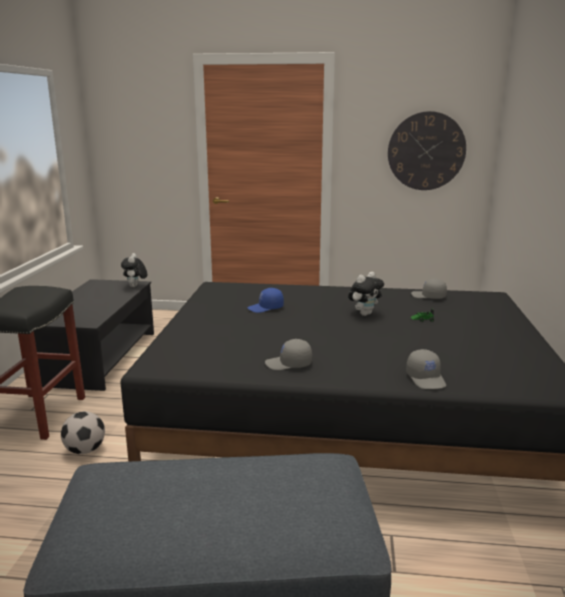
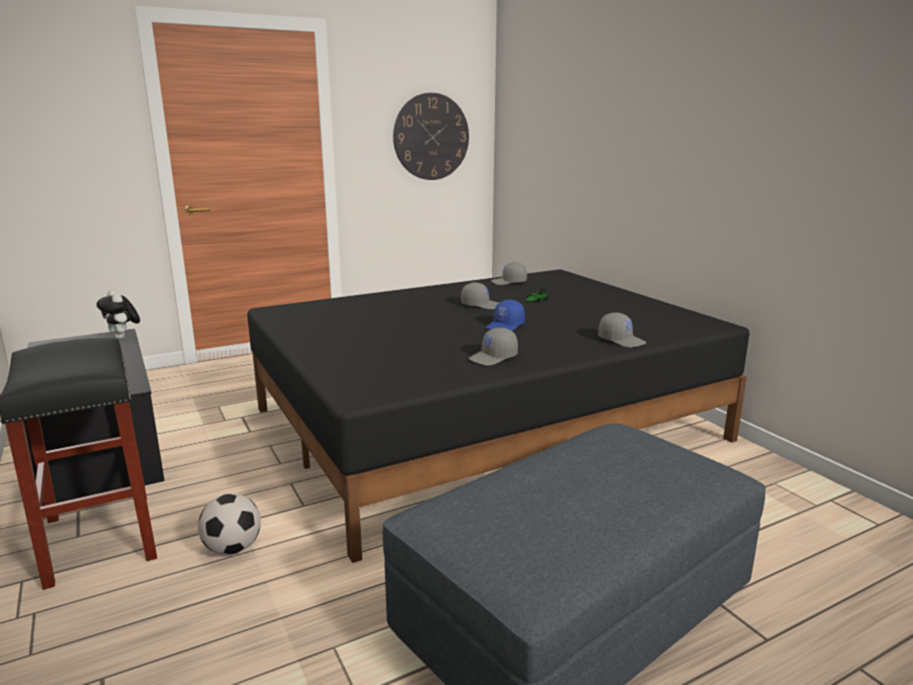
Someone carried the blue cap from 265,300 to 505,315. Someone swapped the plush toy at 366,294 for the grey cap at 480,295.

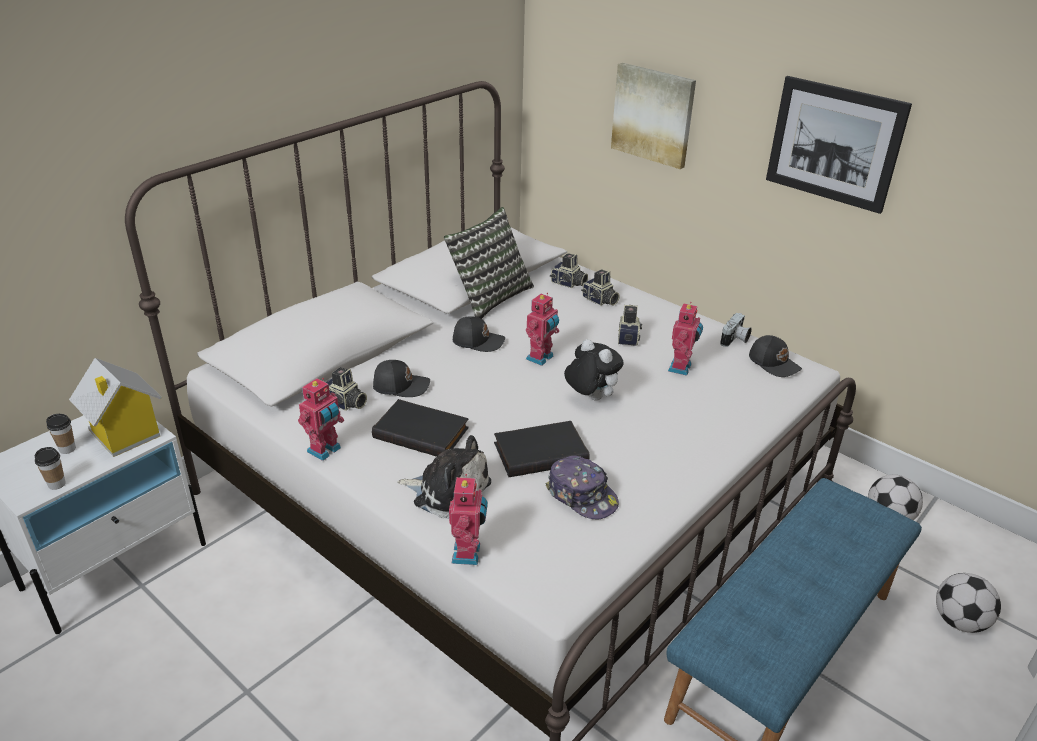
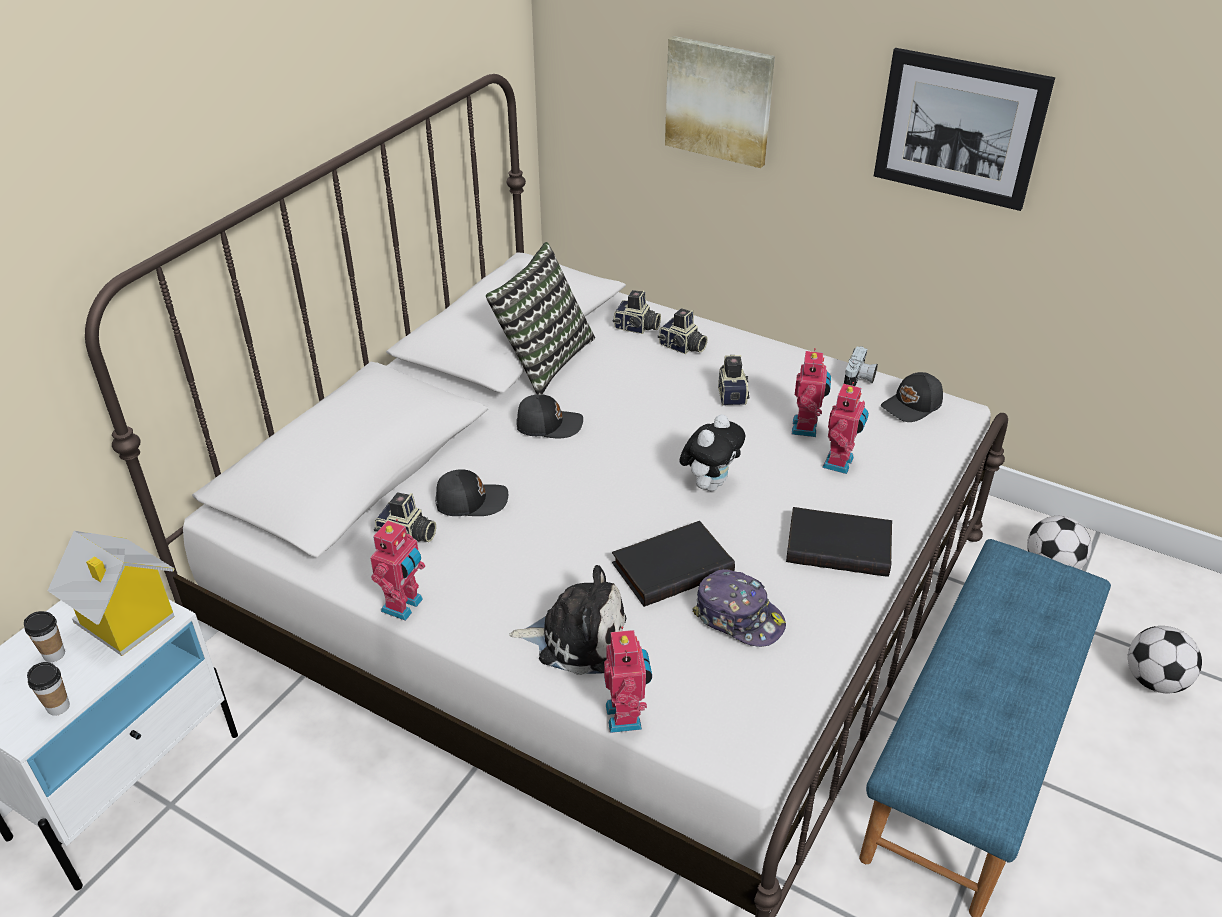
Someone carried the black book from 420,428 to 839,542. Someone carried the toy robot from 542,329 to 845,428. Someone rotated the plush toy at 594,370 by 90 degrees clockwise. Someone rotated the black cap at 775,356 by 105 degrees clockwise.

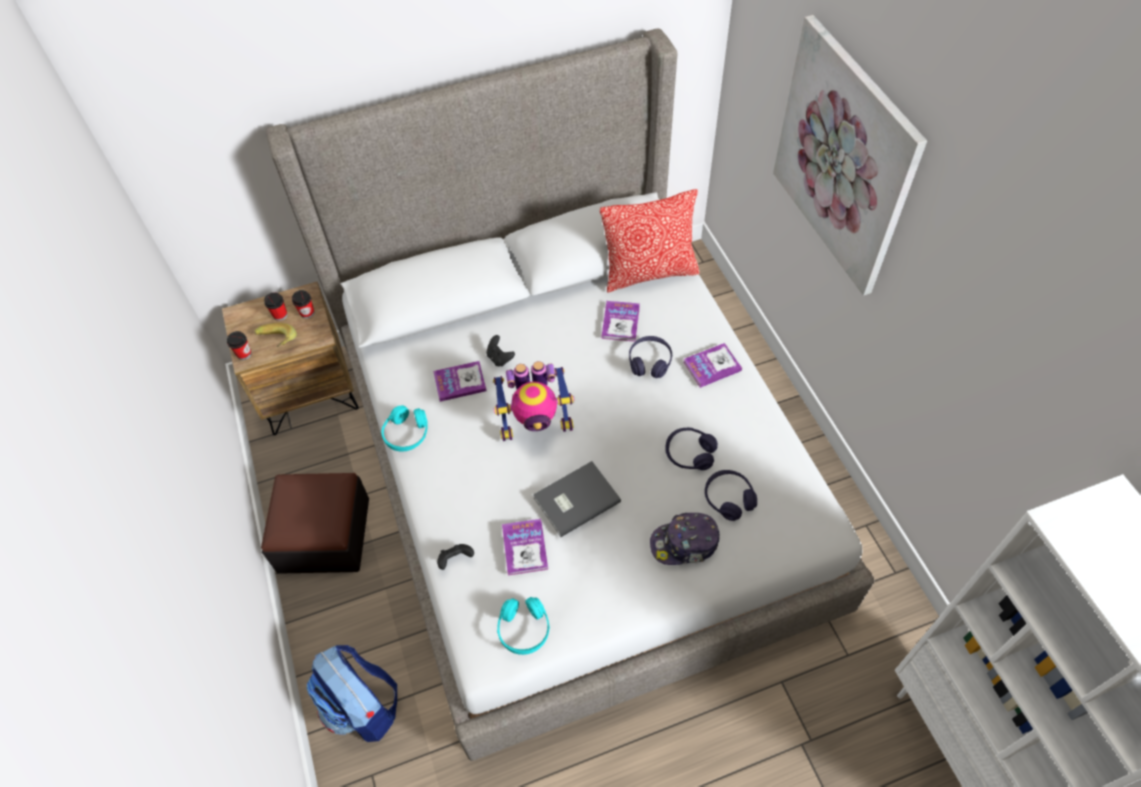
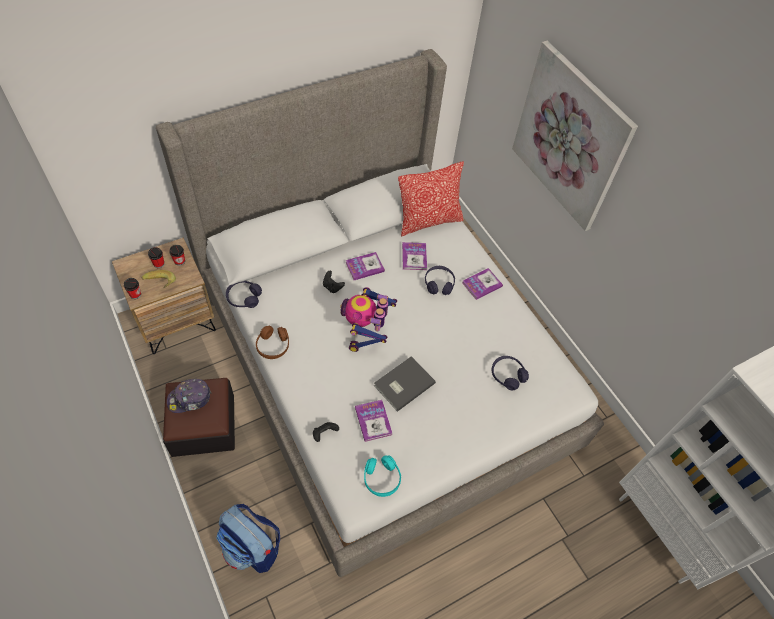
Someone repainted the turquoise headphones at 405,428, which became the brown headphones at 272,342. Someone carried the book from 460,381 to 365,266. Someone rotated the toy robot at 534,401 by 120 degrees clockwise. Someone carried the cap from 684,539 to 189,396. Someone carried the purple headphones from 691,449 to 244,294.

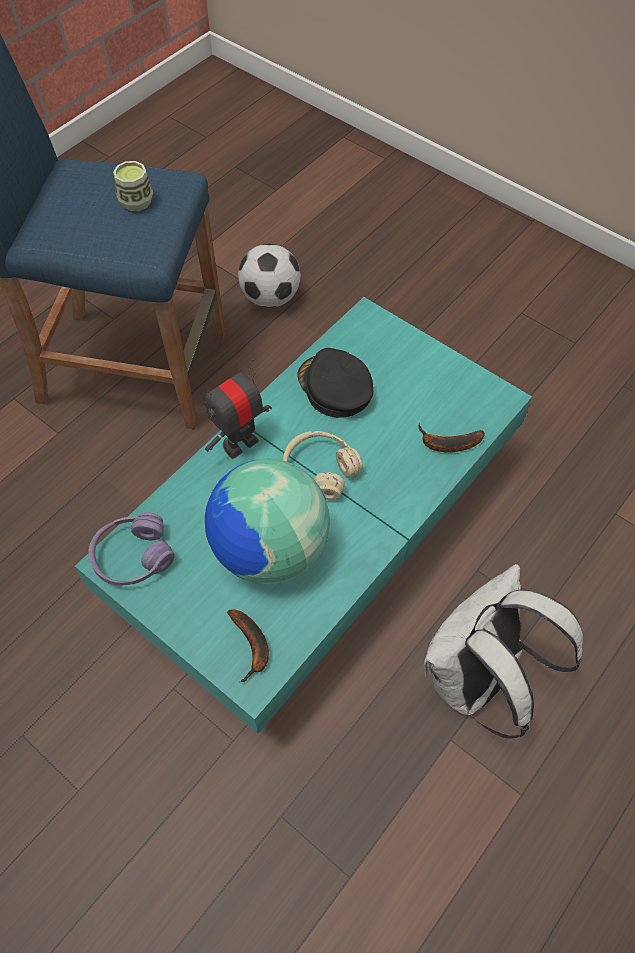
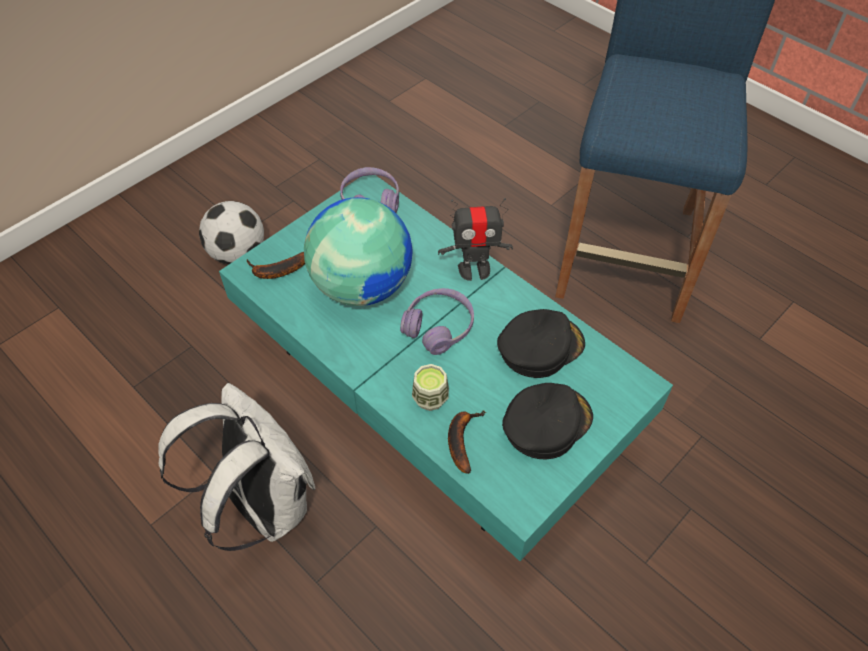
Someone carried the cup from 133,186 to 430,387. Someone rotated the toy robot at 238,409 by 120 degrees clockwise. Someone carried the football from 269,276 to 231,232. Someone repainted the beige headphones at 323,466, which became the purple headphones at 437,321. Someone put down the black cap at 547,421.

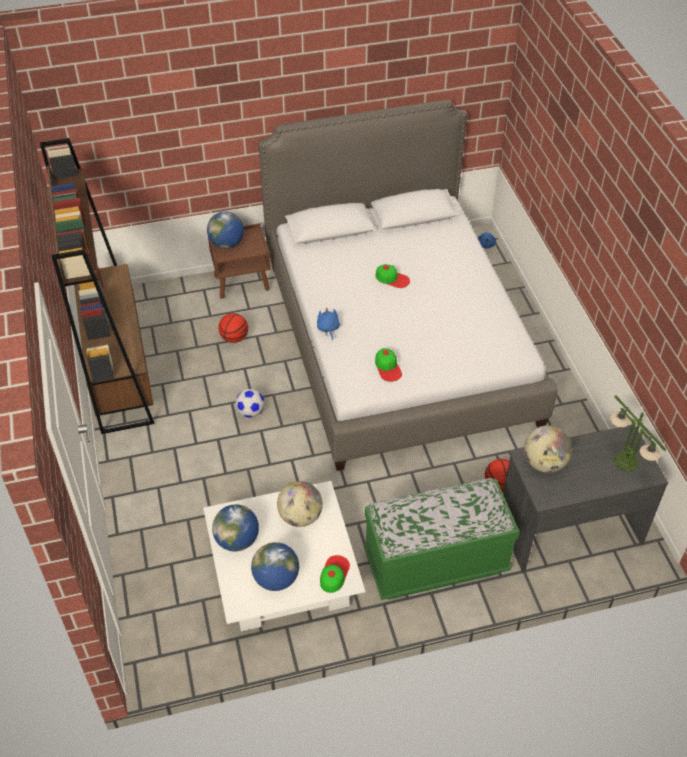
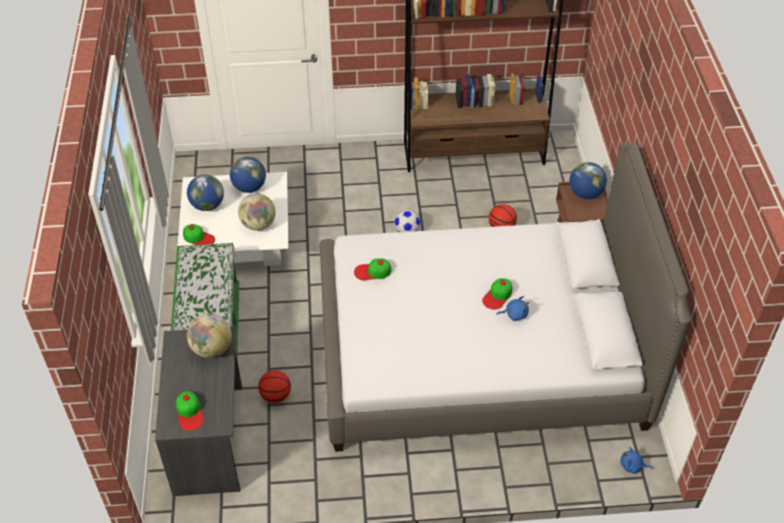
Someone carried the blue plush toy from 328,324 to 512,308. Someone swapped the table lamp at 638,433 for the cap at 190,411.

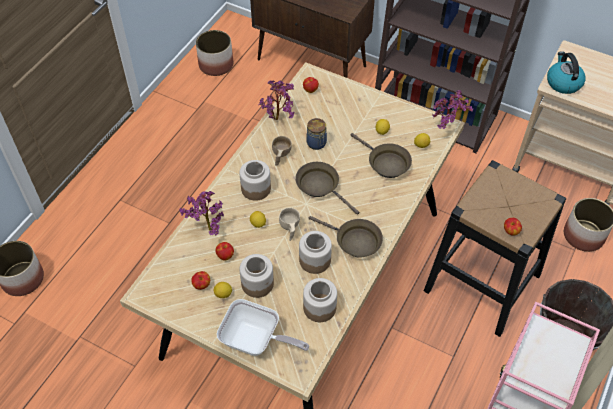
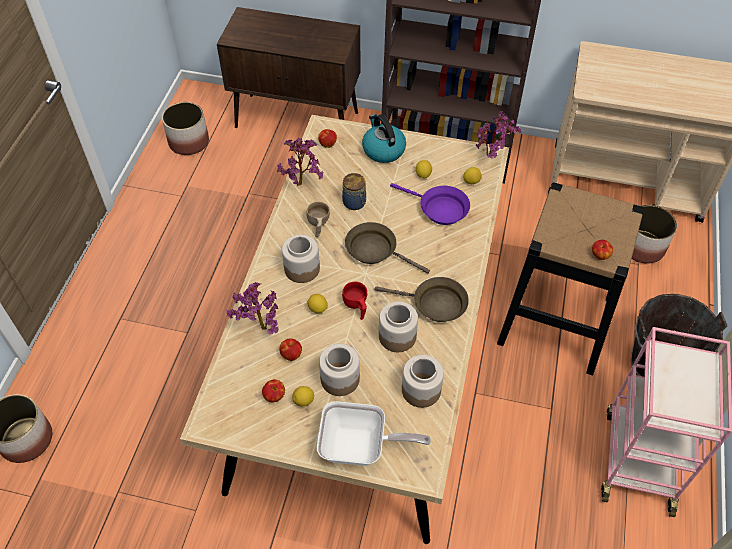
Someone repainted the beige cup at 289,224, which became the red cup at 354,301. Someone repainted the brown frying pan at 381,155, which became the purple frying pan at 430,204. Someone carried the kettle from 566,72 to 384,138.

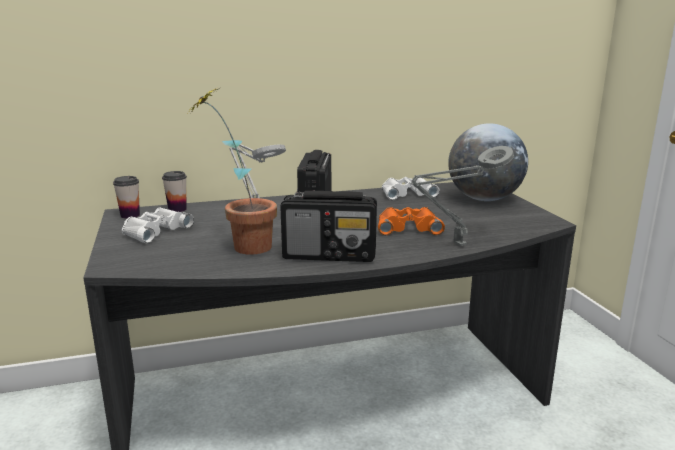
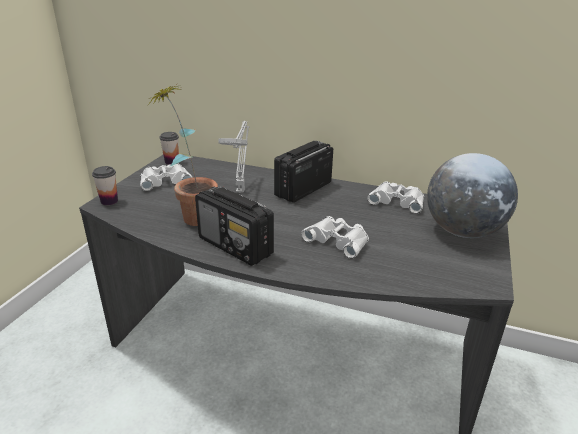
Someone carried the cup from 174,191 to 105,185. Someone repainted the orange binoculars at 411,221, which became the white binoculars at 335,237. Someone took away the grey table lamp at 462,196.

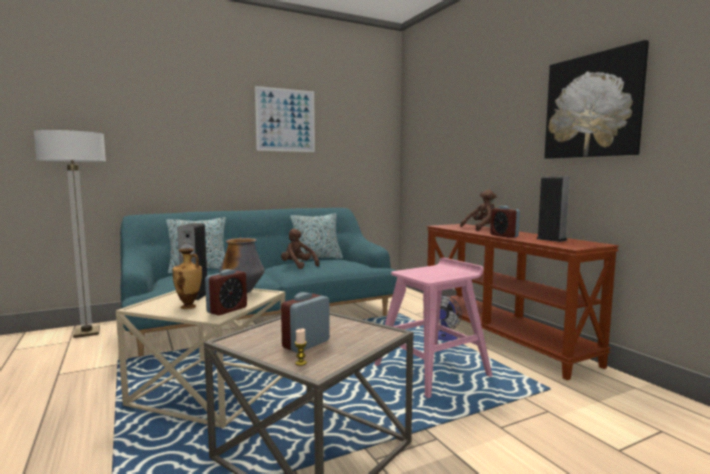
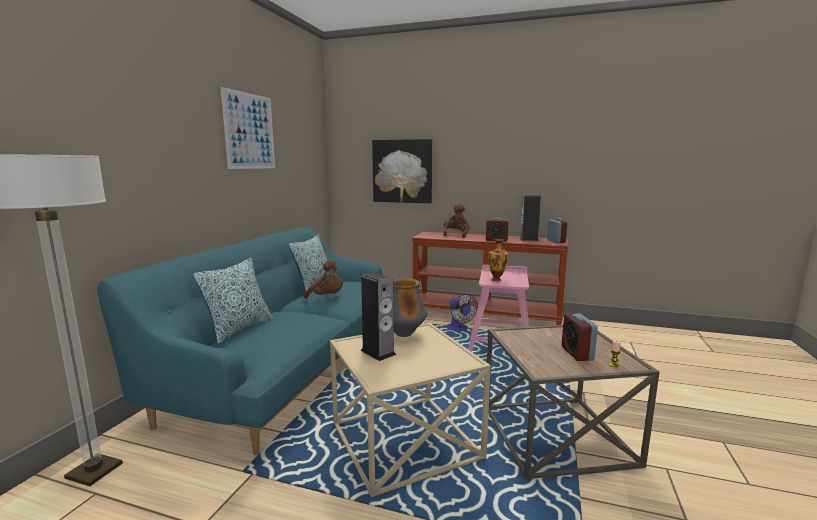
Someone carried the vase from 187,278 to 498,260. Someone carried the alarm clock from 226,292 to 557,230. Someone rotated the brown plush toy at 300,249 by 150 degrees counterclockwise. Someone carried the picture from 596,99 to 402,171.

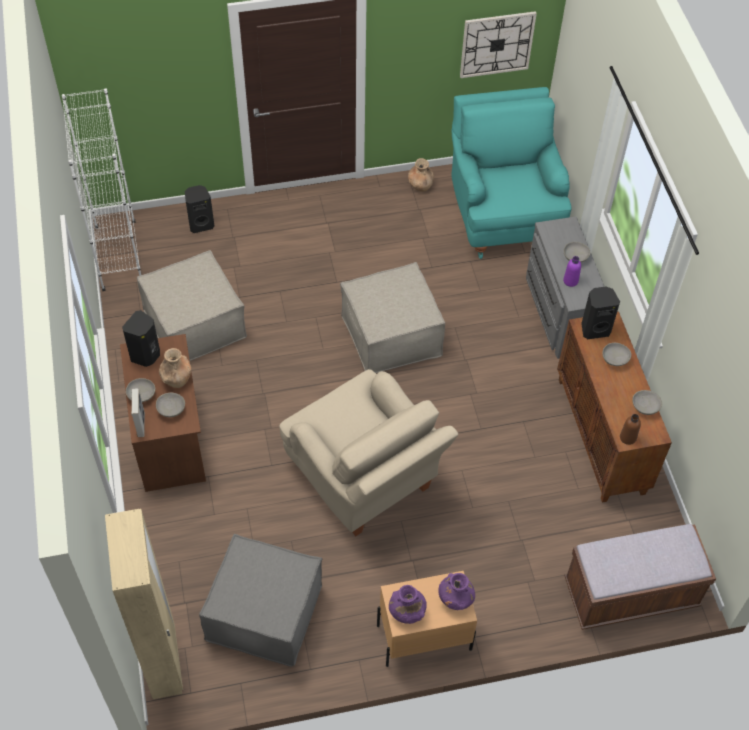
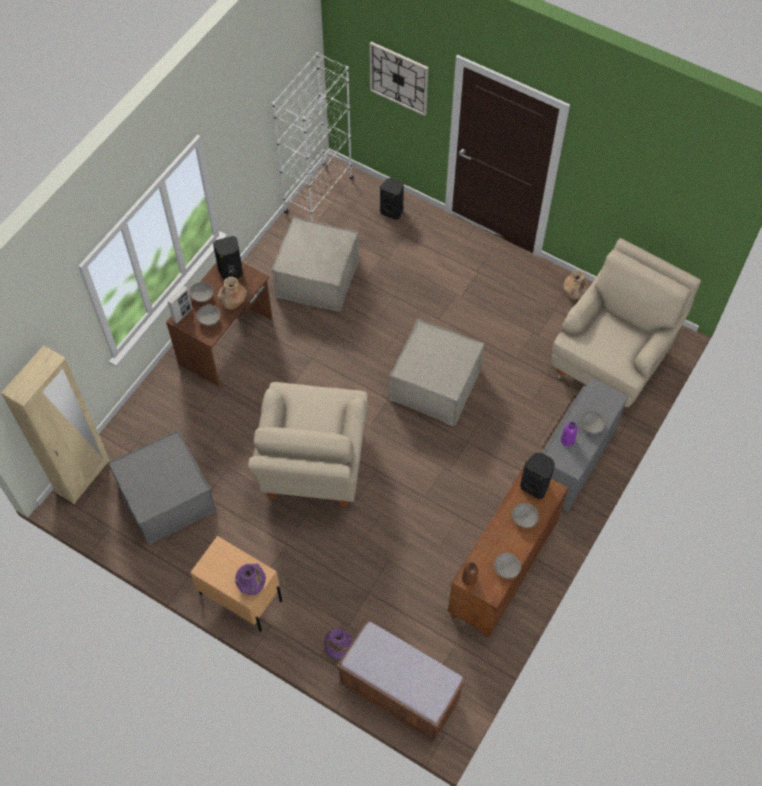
Someone carried the purple vase from 408,604 to 338,644. Someone repainted the turquoise armchair at 511,173, which became the beige armchair at 626,322. Someone carried the wall clock from 498,44 to 399,79.

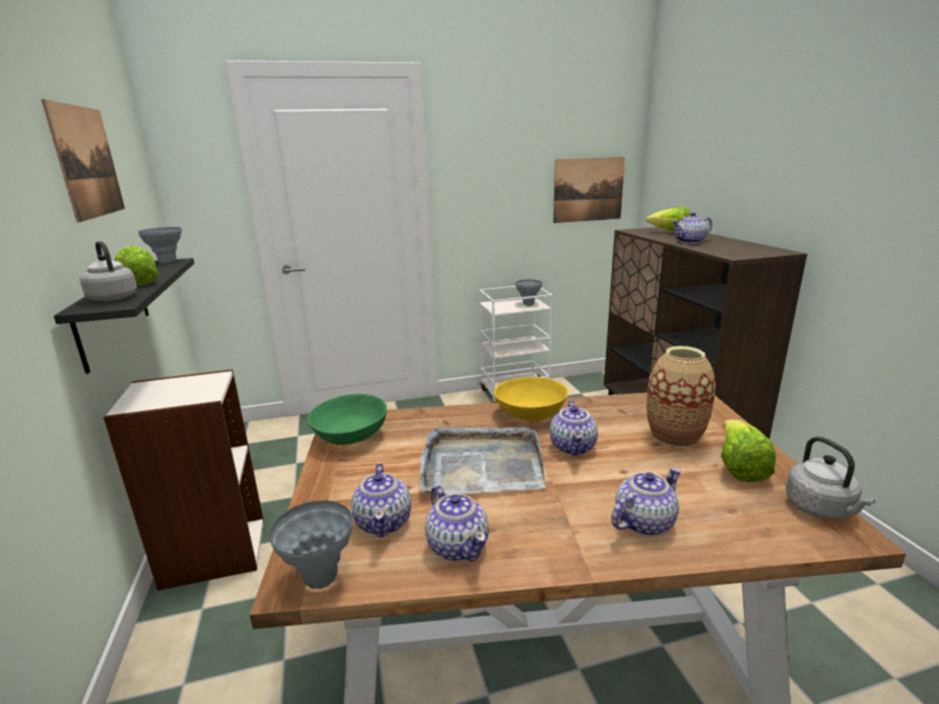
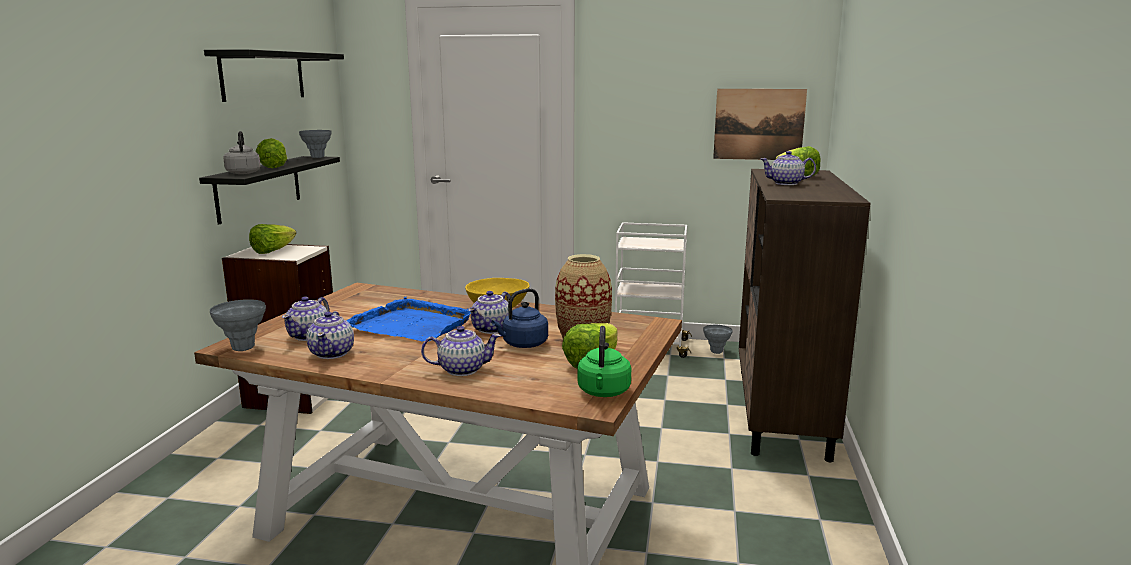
Someone swapped the picture at 83,160 for the black shelf at 274,75. Someone took away the green bowl at 347,419. Someone repainted the grey tray at 483,460, which became the blue tray at 409,319. Someone carried the grey vase from 528,293 to 718,339. Someone repainted the grey kettle at 830,478, which became the green kettle at 604,361. Someone put down the lettuce at 273,239. Someone put down the blue kettle at 519,318.

